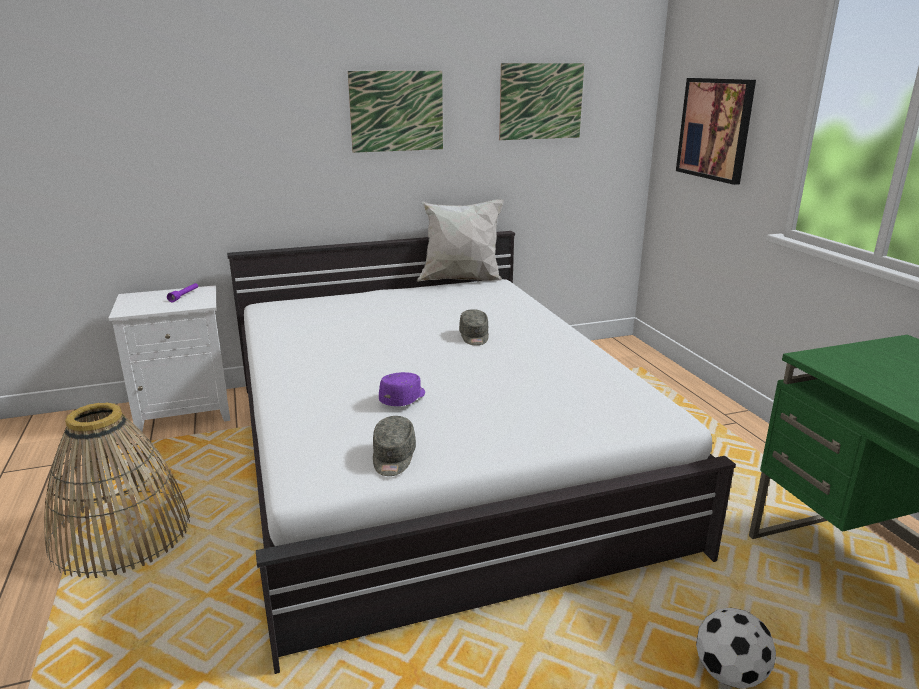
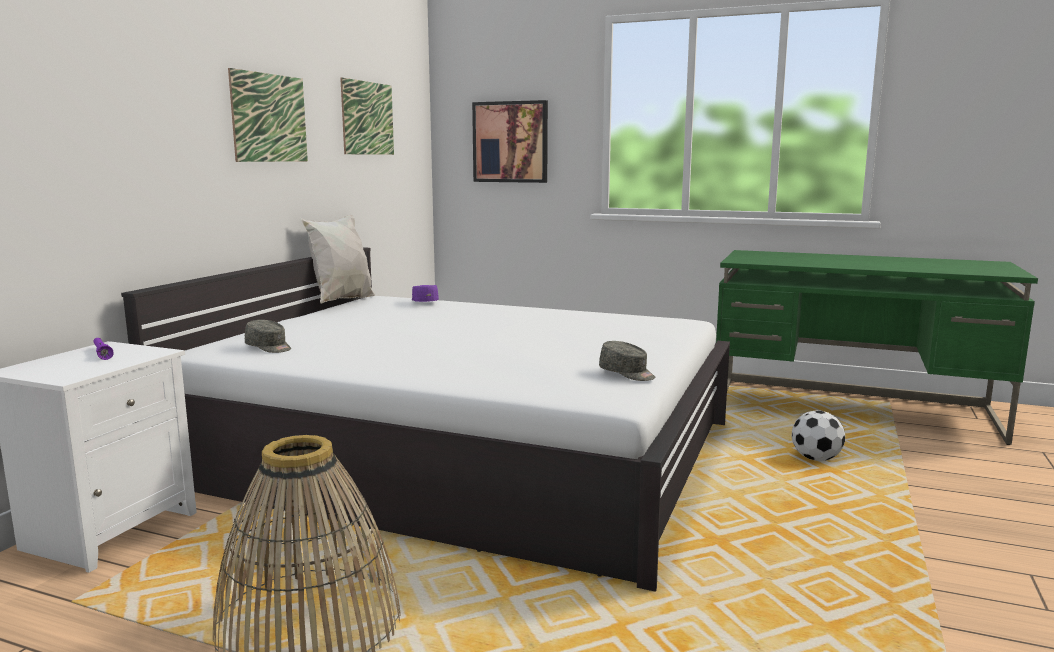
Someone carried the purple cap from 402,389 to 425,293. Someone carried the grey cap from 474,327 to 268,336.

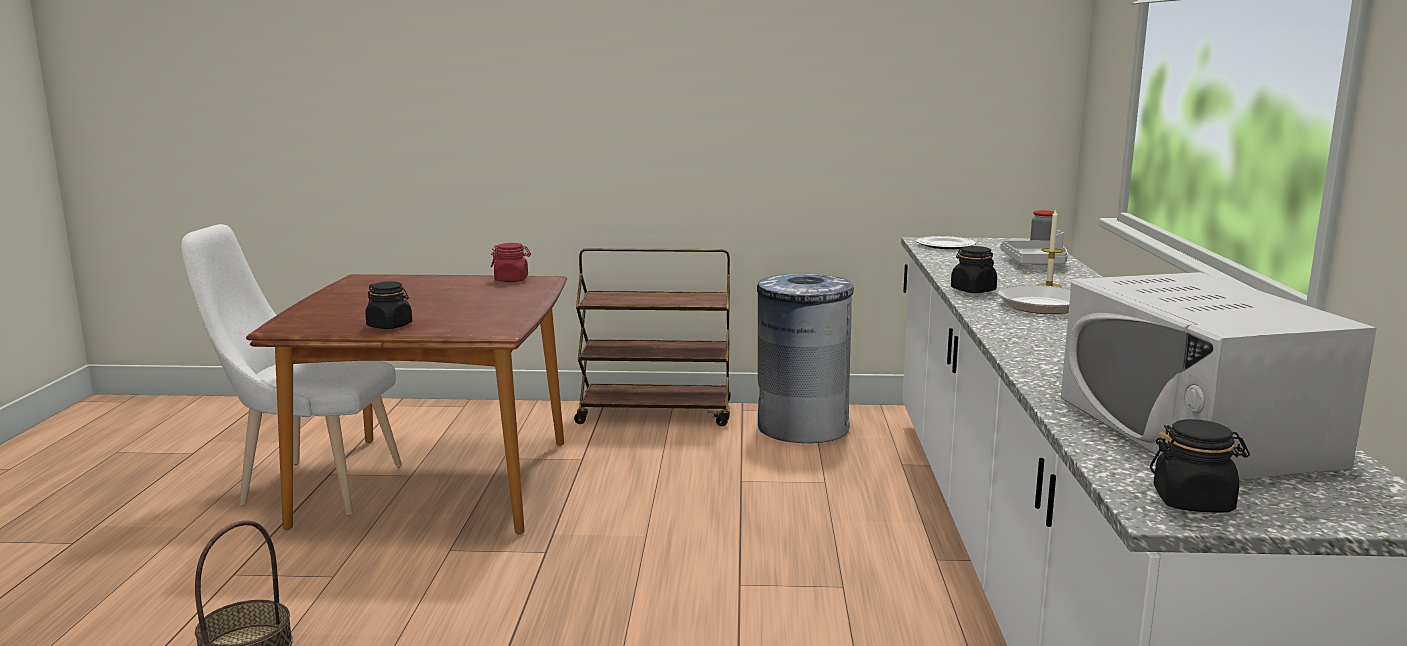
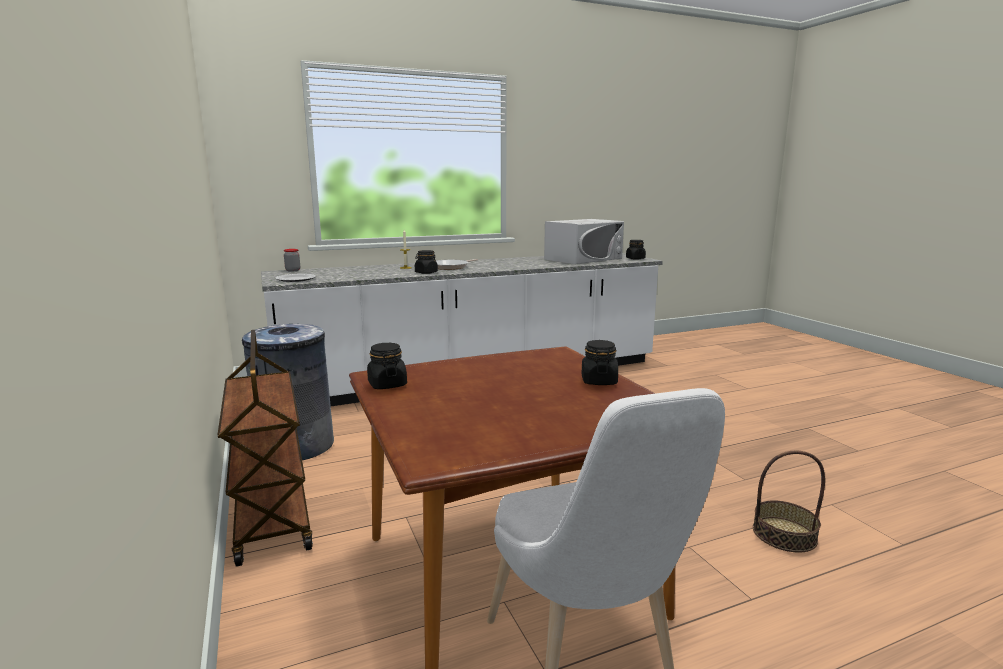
Someone repainted the red jar at 511,262, which became the black jar at 387,366. Someone took away the grey tray at 1034,248.

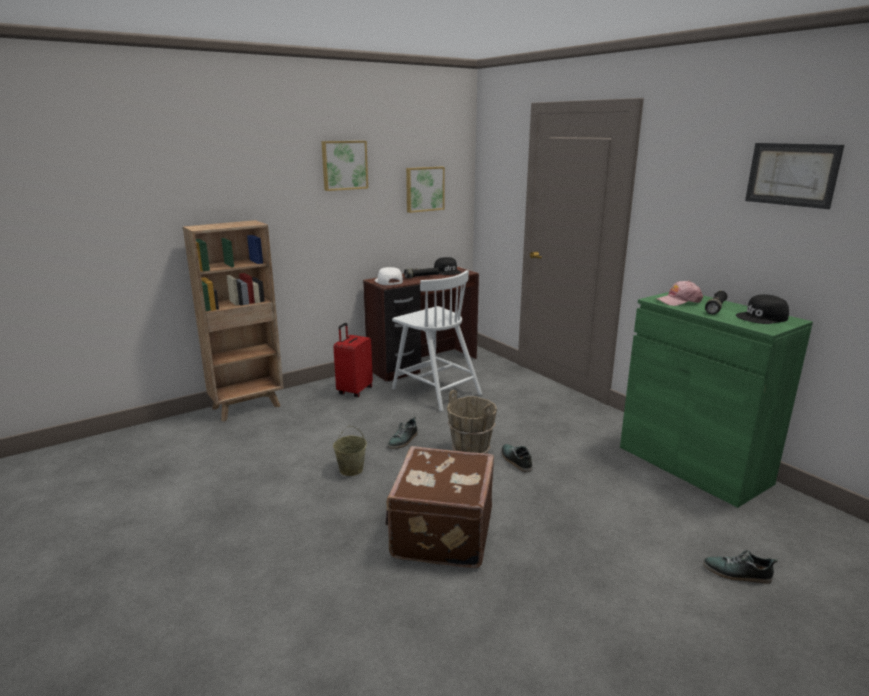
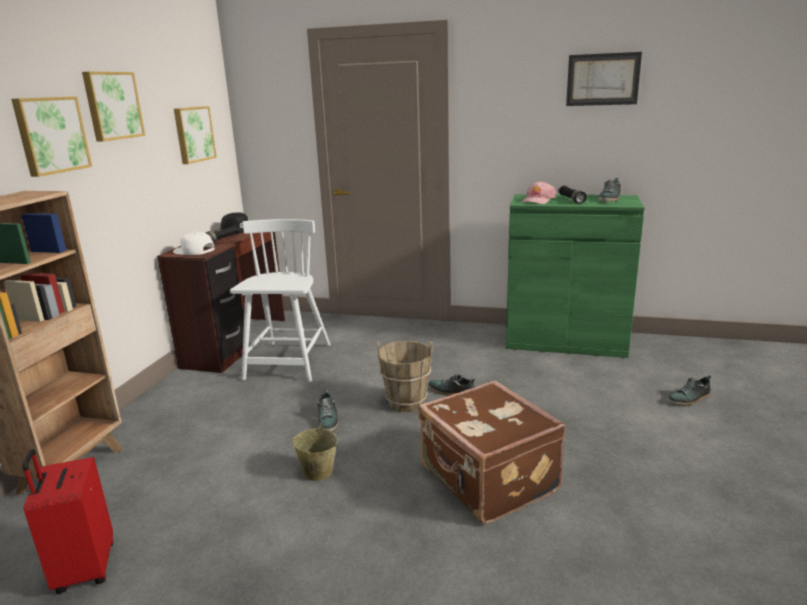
Someone carried the red suitcase from 353,360 to 68,521. Someone rotated the white chair at 437,340 by 90 degrees counterclockwise. Someone swapped the black cap at 762,309 for the shoe at 609,189. Someone put up the picture at 51,136.

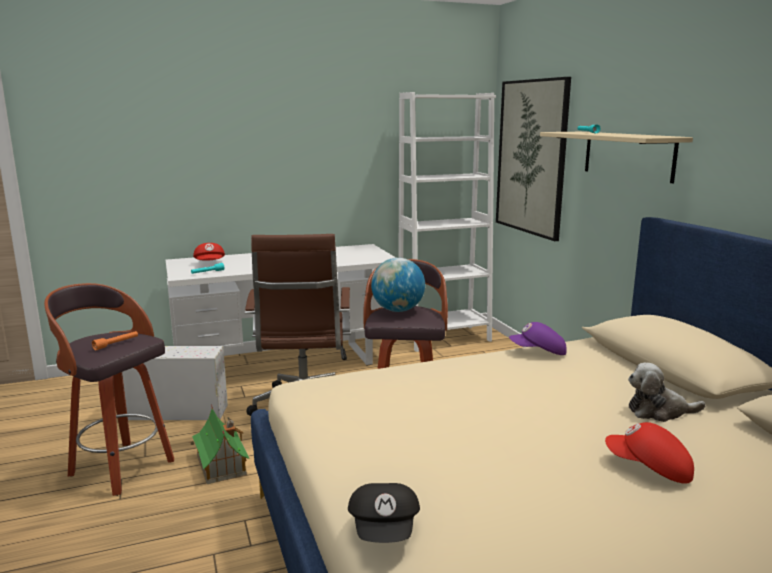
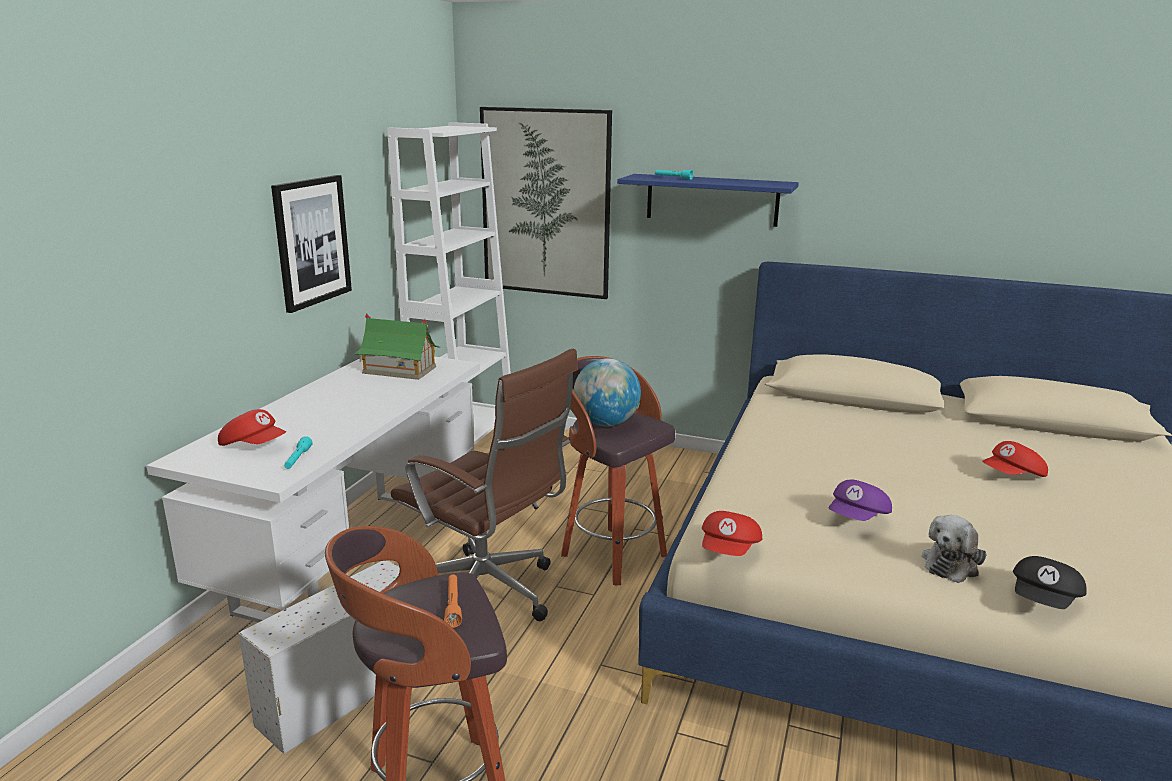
Someone carried the toy house from 219,445 to 398,347. Someone rotated the black cap at 384,513 by 90 degrees clockwise. Someone carried the purple cap from 538,338 to 860,500. Someone repainted the beige shelf at 616,157, which became the blue shelf at 708,200. Someone carried the plush toy from 667,392 to 954,549. Someone put up the picture at 311,244. Someone put down the red cap at 732,533.

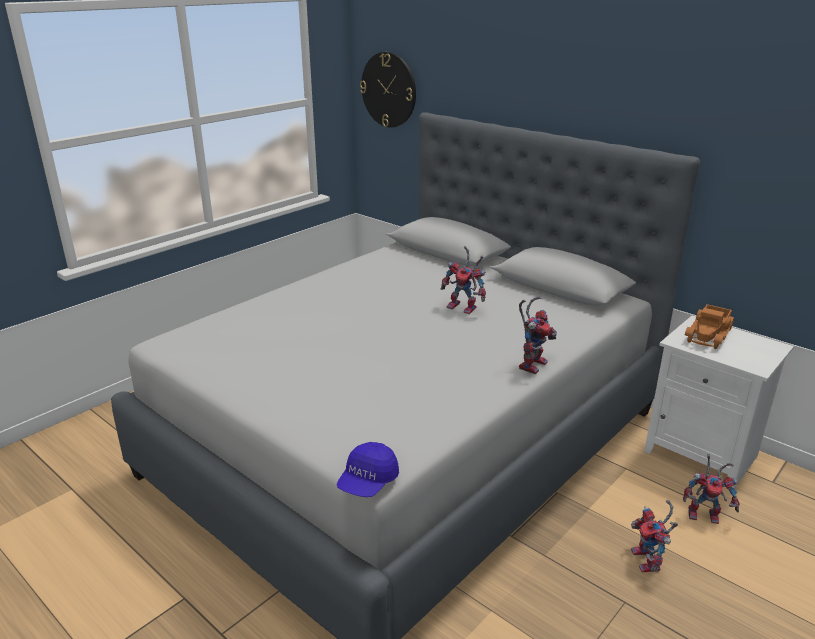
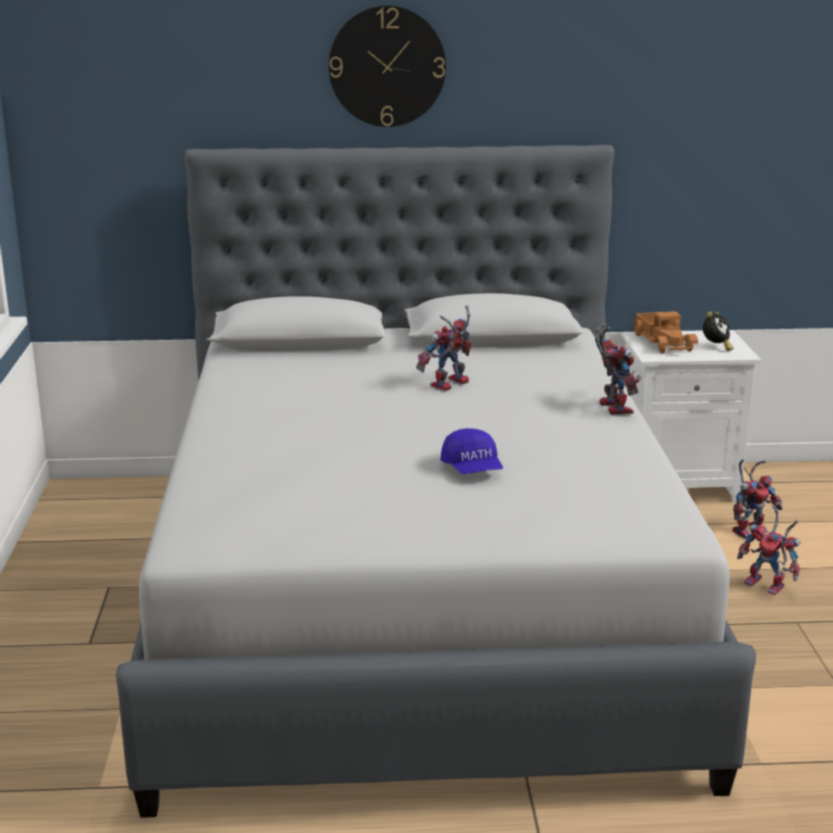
Someone carried the blue cap from 368,469 to 471,451. Someone carried the wall clock from 388,90 to 387,66. Someone rotated the toy robot at 463,280 by 150 degrees clockwise. Someone put down the alarm clock at 718,331.

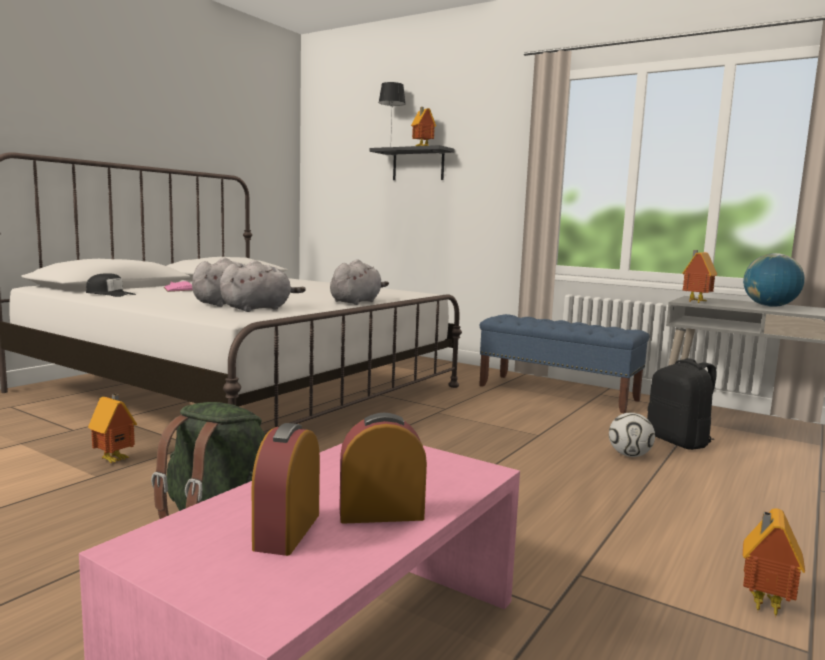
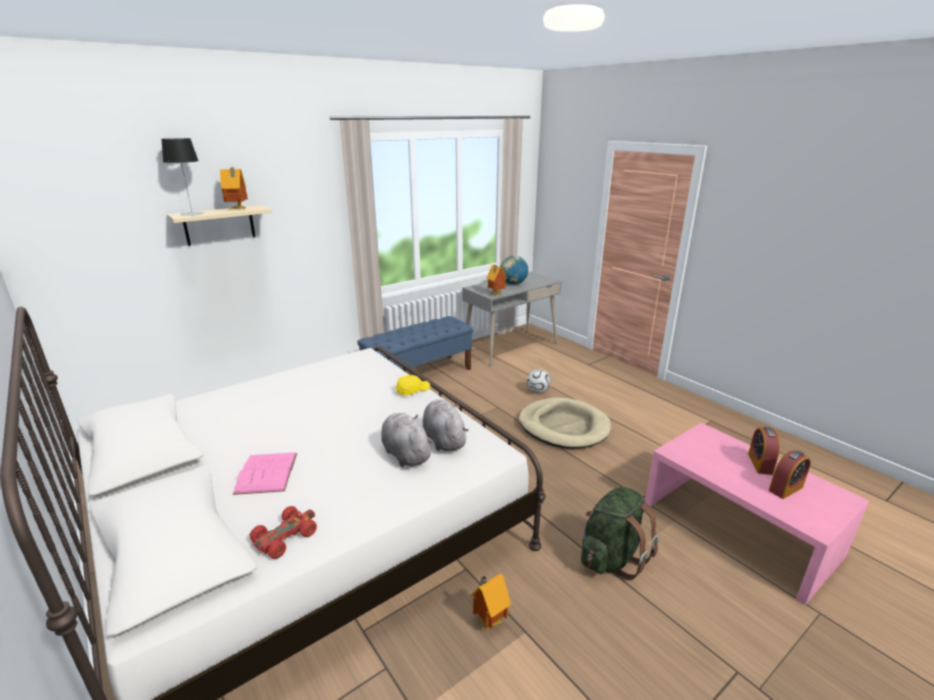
Someone swapped the black cap at 111,285 for the red toy car at 283,532. Someone rotated the alarm clock at 286,489 by 60 degrees counterclockwise. Someone swapped the grey plush toy at 359,282 for the yellow cap at 413,385. Someone repainted the black shelf at 412,162, which became the beige shelf at 219,225. Someone took away the black backpack at 682,404. Someone took away the toy house at 774,563. Someone put down the beige dog bed at 564,423.

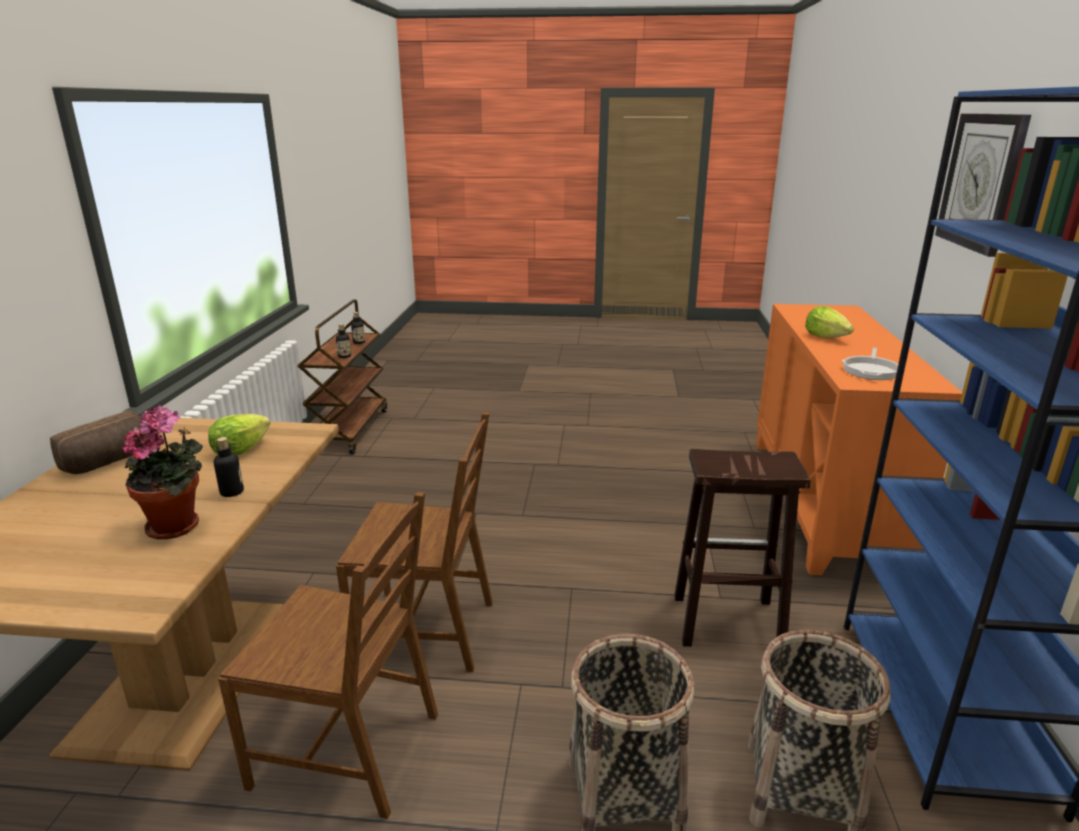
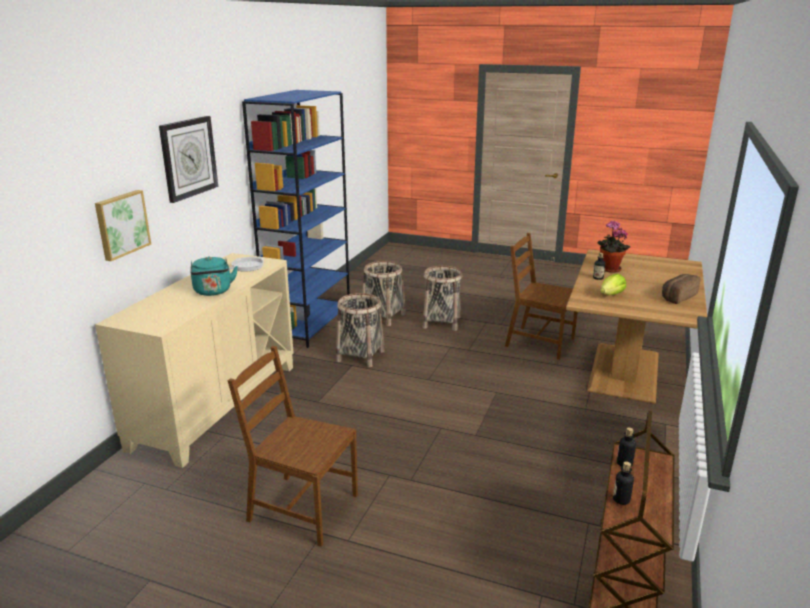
Someone carried the brown chair from 414,542 to 293,446. Someone swapped the brown stool at 742,548 for the basket at 360,330. Someone repainted the orange cabinet at 859,439, which became the beige cabinet at 194,360. Someone swapped the lettuce at 829,322 for the turquoise kettle at 214,276. Someone put up the picture at 123,225.

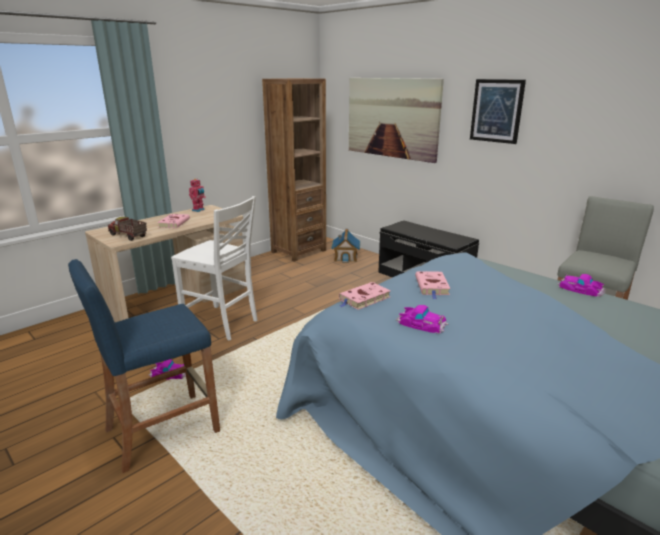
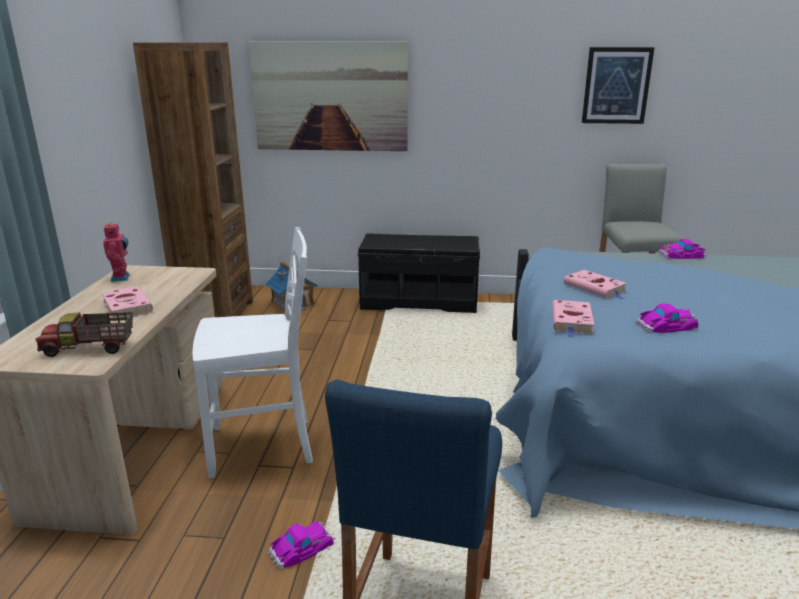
Someone carried the picture from 498,111 to 618,85.

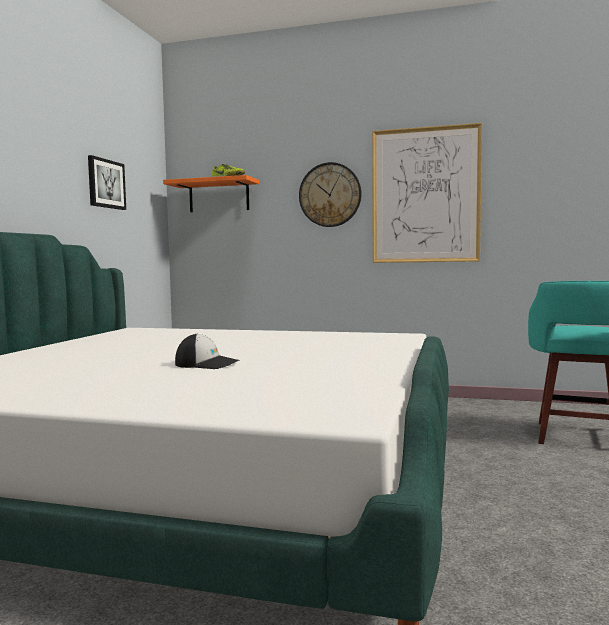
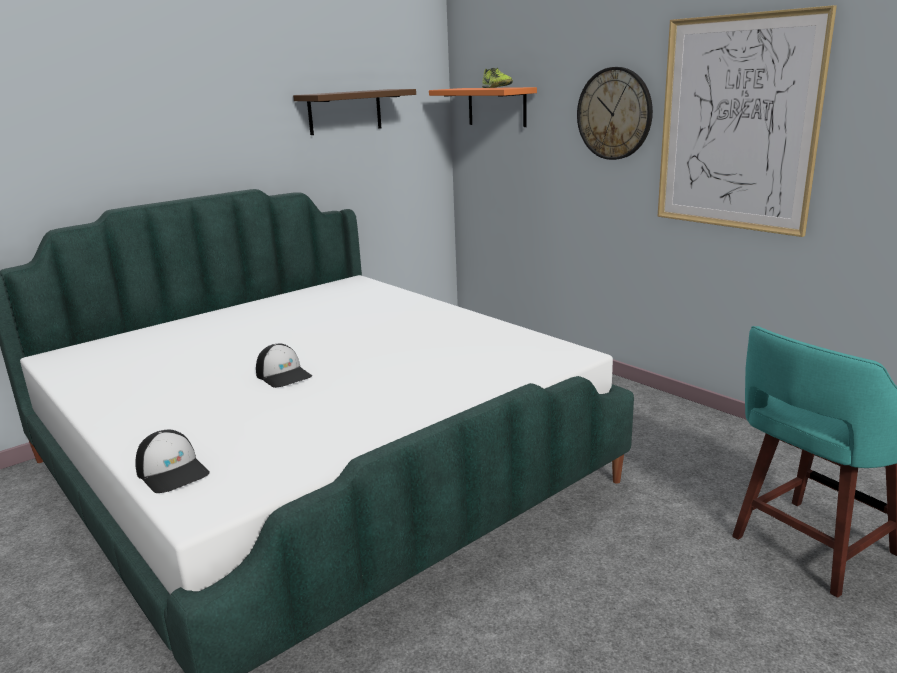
Someone swapped the picture at 107,182 for the brown shelf at 354,112. Someone put down the cap at 172,461.

